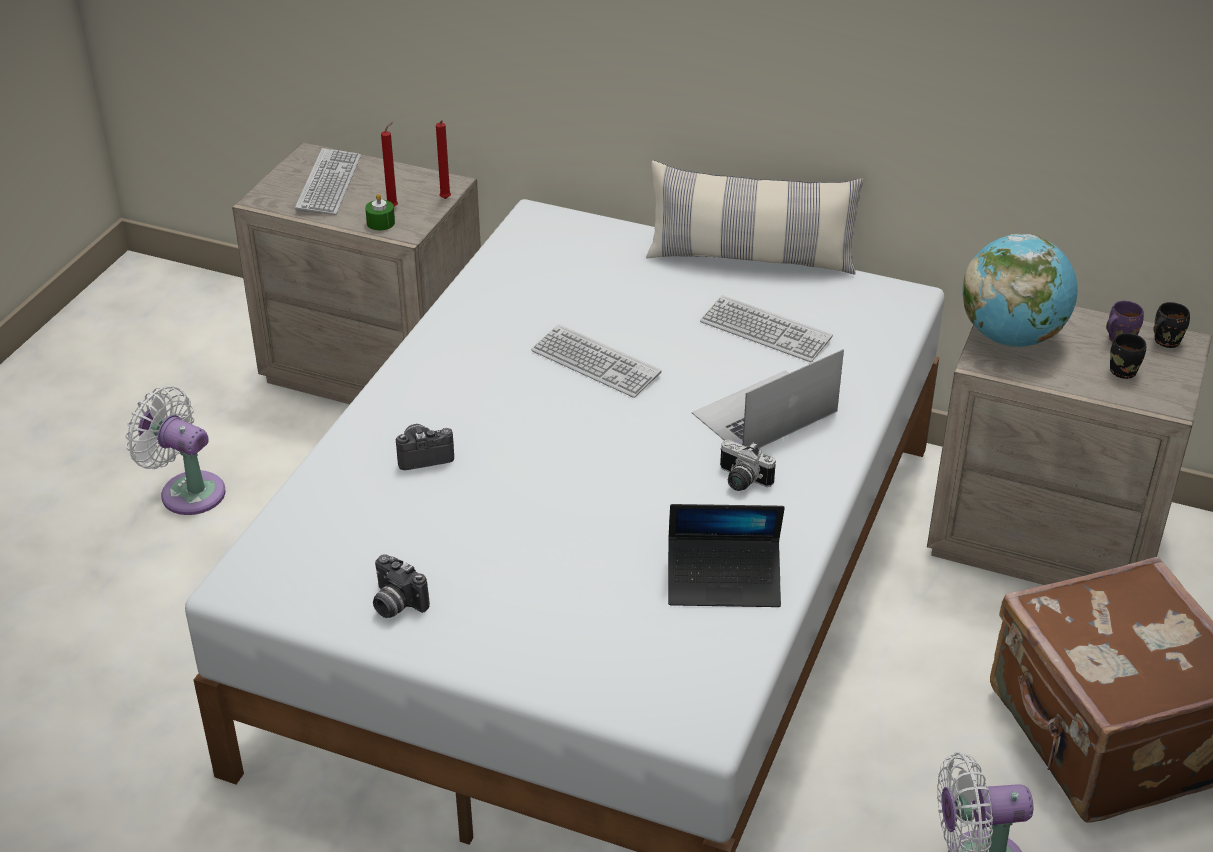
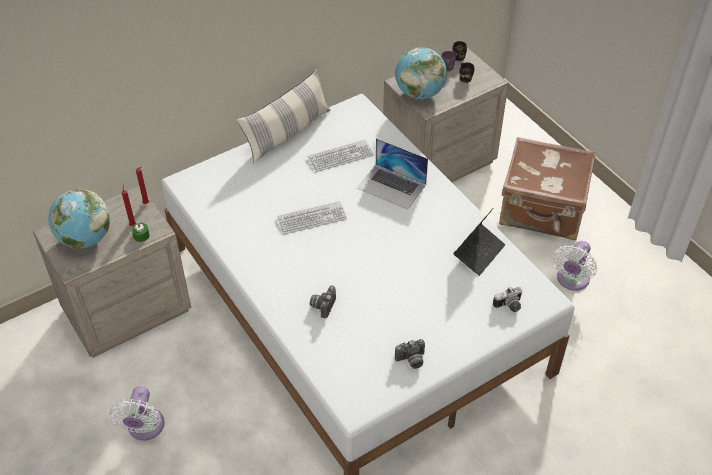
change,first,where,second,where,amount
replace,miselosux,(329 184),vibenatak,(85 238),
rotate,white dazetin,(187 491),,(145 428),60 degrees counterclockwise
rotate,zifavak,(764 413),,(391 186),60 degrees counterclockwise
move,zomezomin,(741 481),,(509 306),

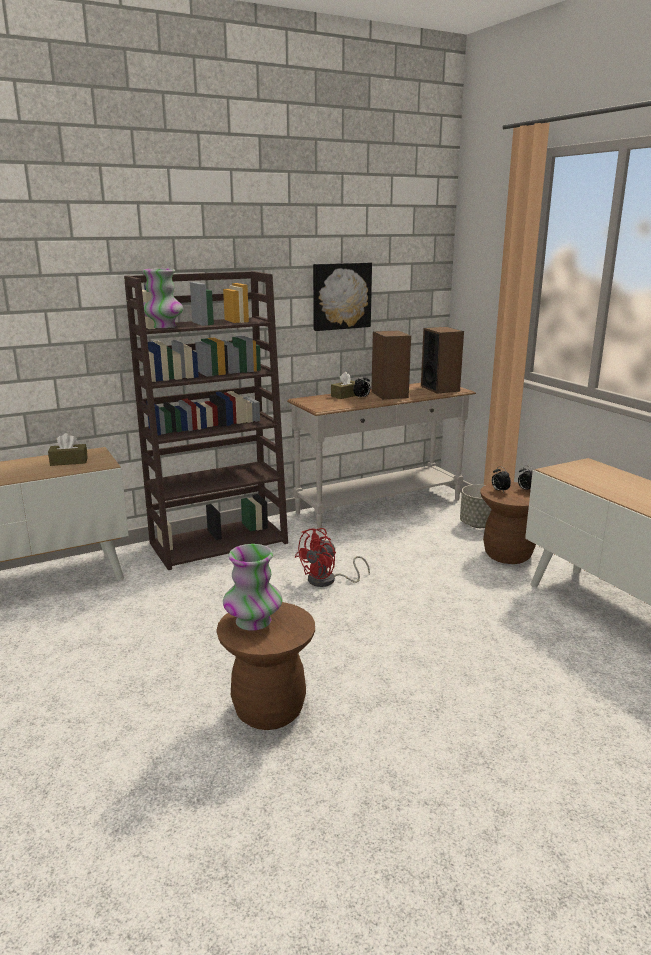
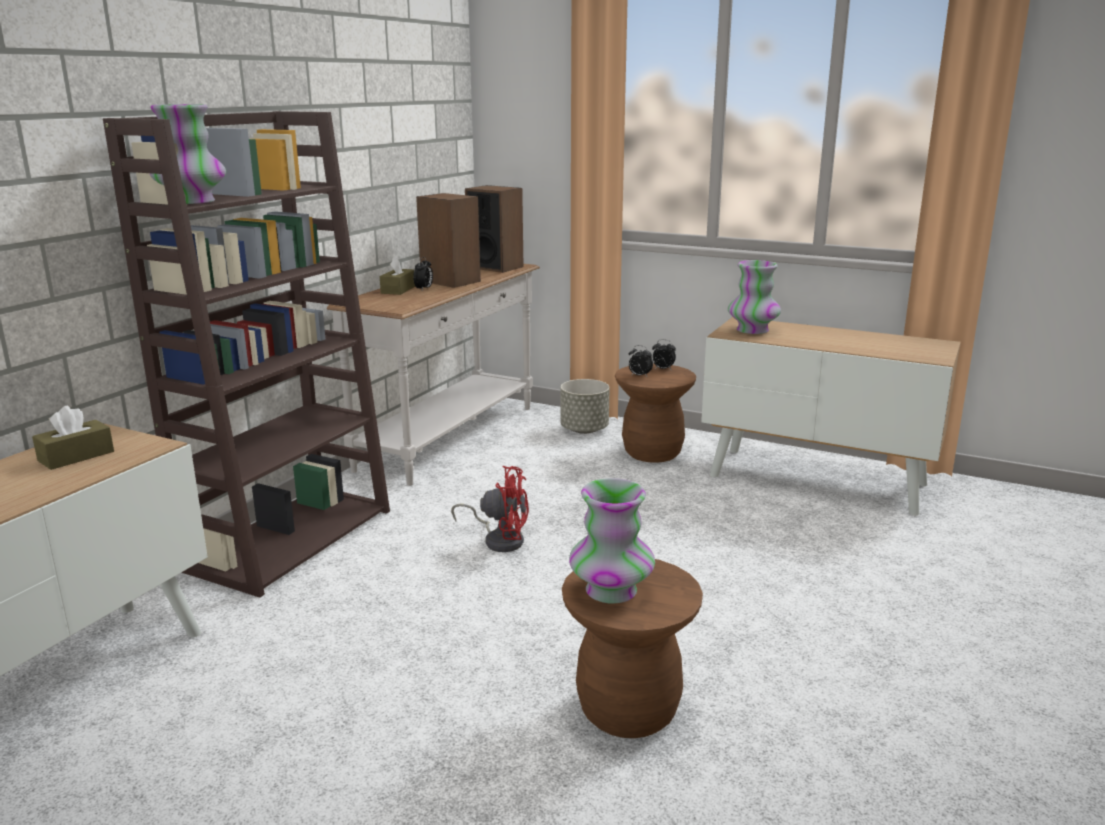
change,first,where,second,where,amount
rotate,red dazetin,(328 581),,(500 539),90 degrees counterclockwise
insert,,,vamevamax,(752 330),
delete,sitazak,(341 296),,,

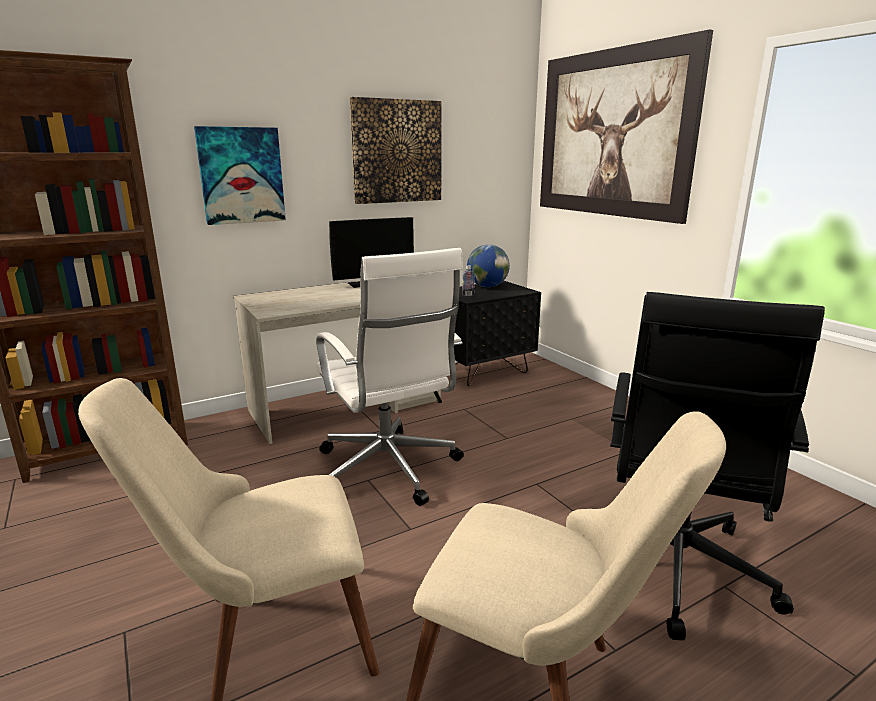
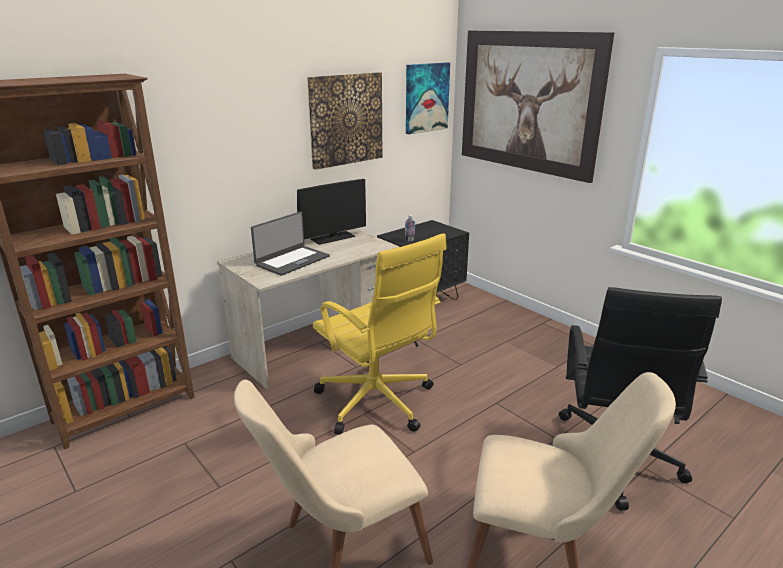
change,first,where,second,where,amount
insert,,,zifavak,(292 261),
recolor,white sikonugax,(388 470),yellow sikonugax,(377 403),
move,sitazak,(241 175),,(426 97),
delete,vibenatak,(487 286),,,

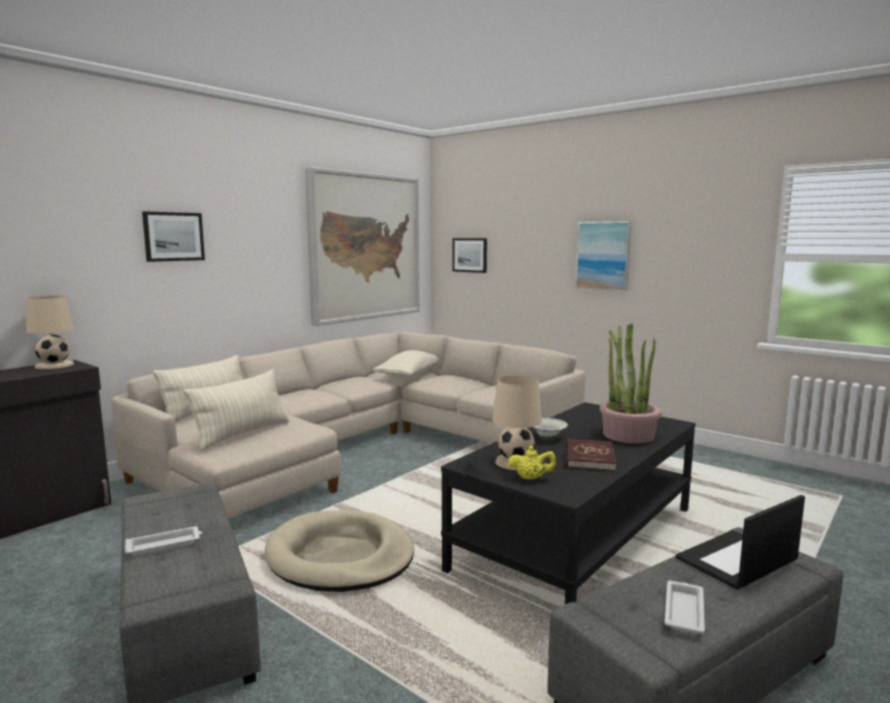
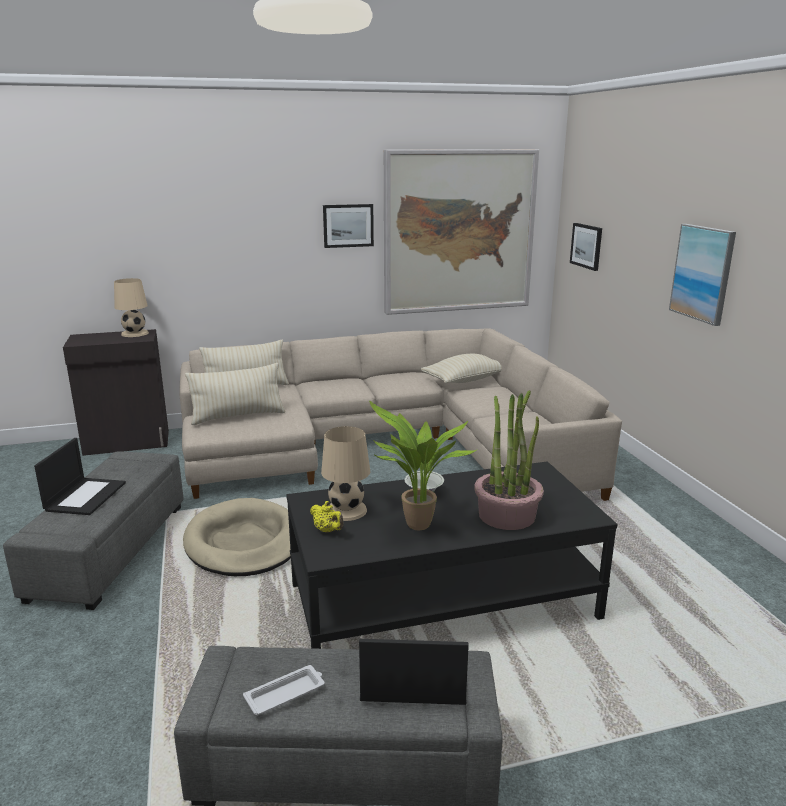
change,first,where,second,where,amount
replace,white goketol,(165 544),zifavak,(85 496),
move,sitazak,(173 236),,(348 225),
replace,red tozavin,(589 457),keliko,(416 527),

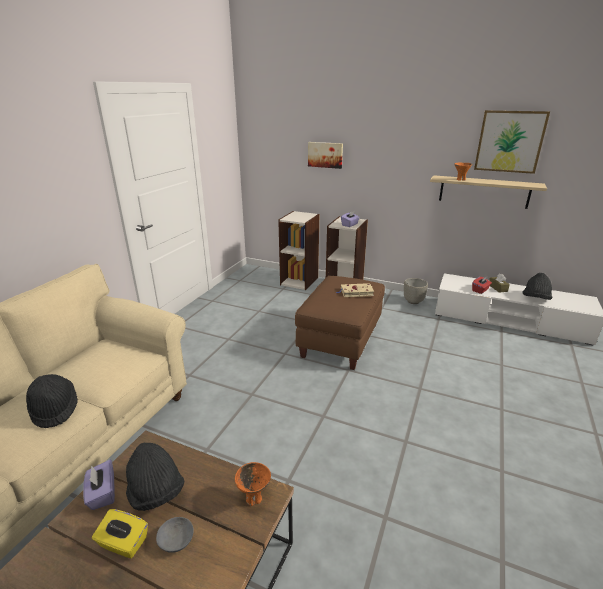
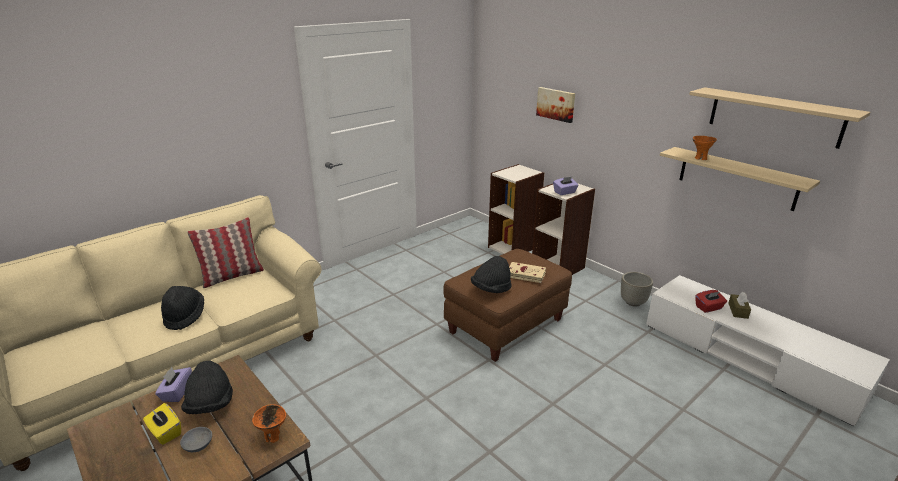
change,first,where,second,where,amount
insert,,,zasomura,(232 276),
move,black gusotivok,(535 299),,(491 289),
replace,sitazak,(509 141),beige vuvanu,(774 117),

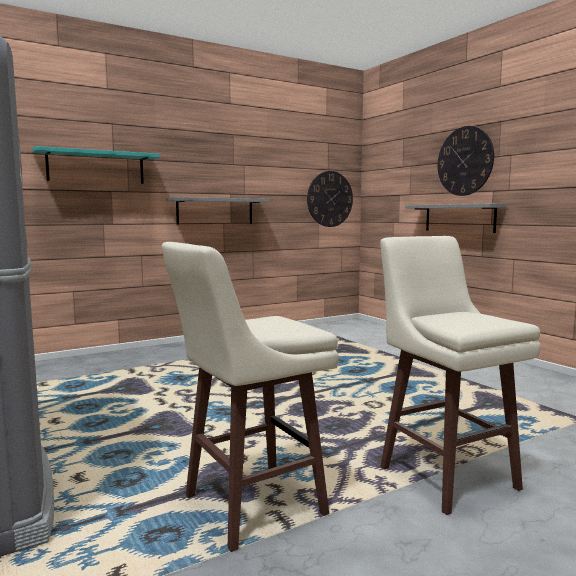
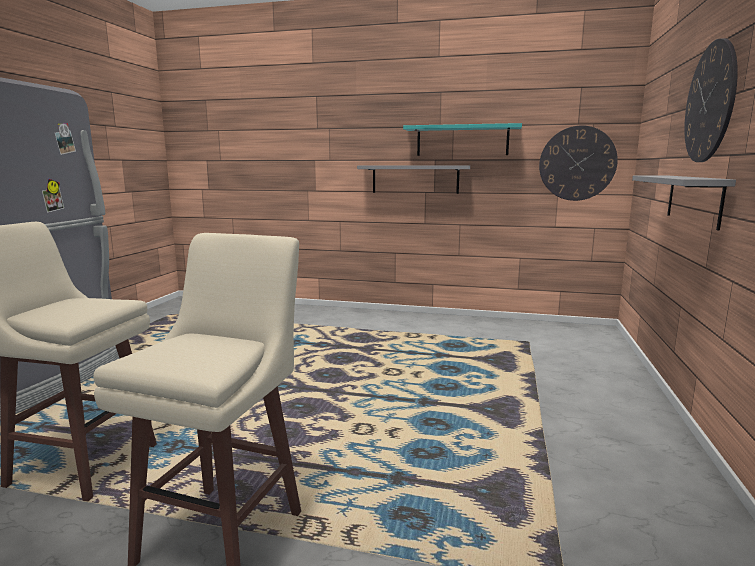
change,first,where,second,where,amount
move,turquoise vuvanu,(96 167),,(462 140),

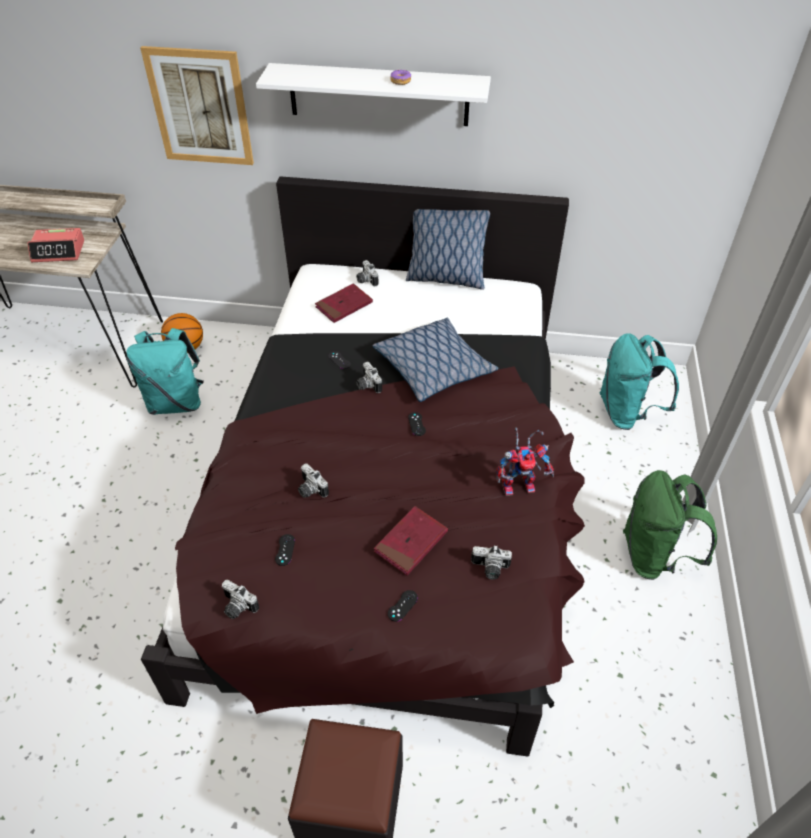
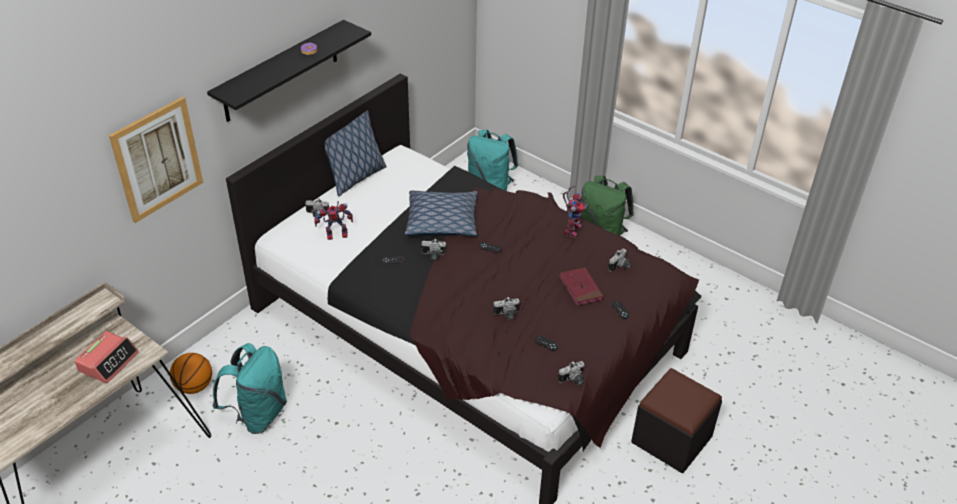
change,first,where,second,where,amount
recolor,white vuvanu,(378 95),black vuvanu,(281 71),
replace,red tozavin,(344 305),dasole,(335 236),

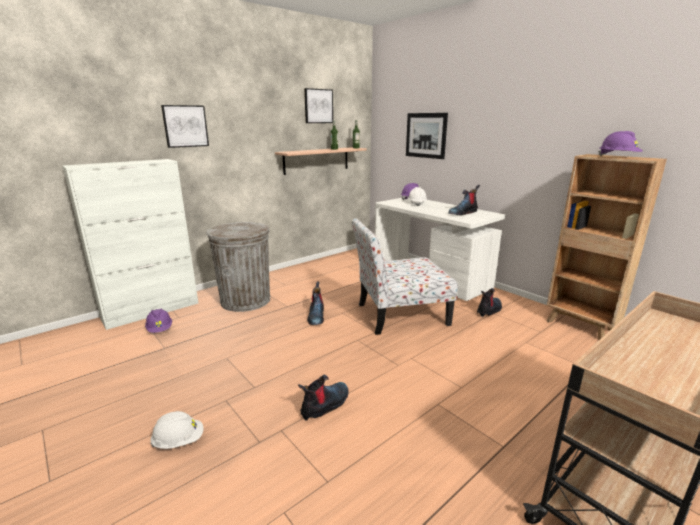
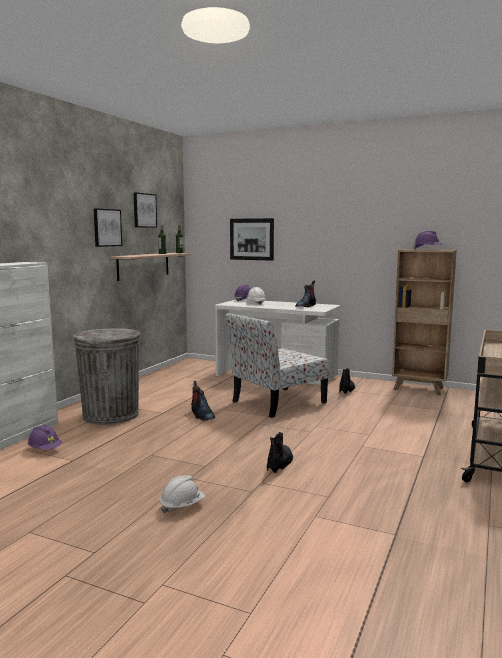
change,first,where,second,where,amount
move,sitazak,(185 126),,(107 227),

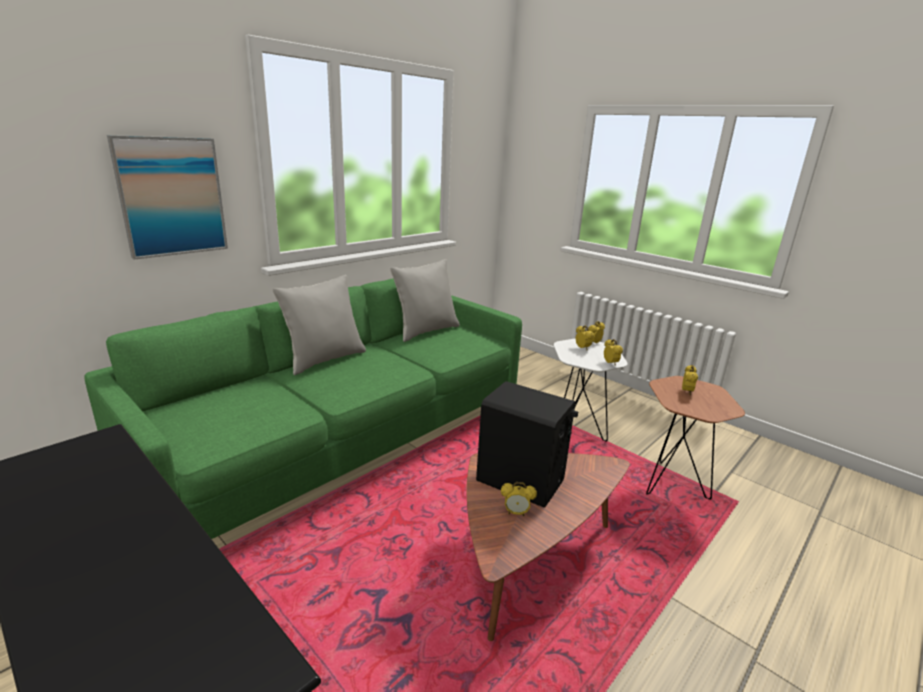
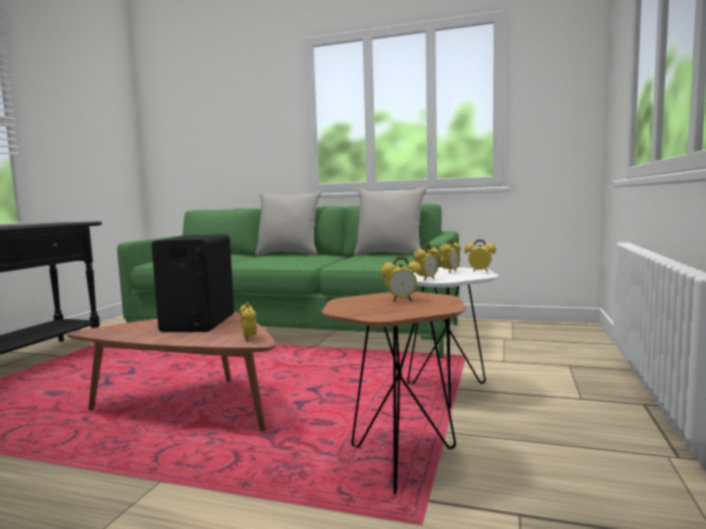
change,first,where,second,where,amount
move,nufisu,(516 513),,(249 338),
delete,sitazak,(171 197),,,

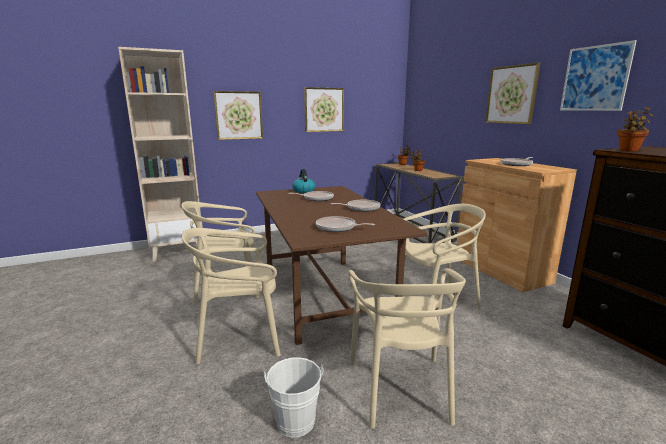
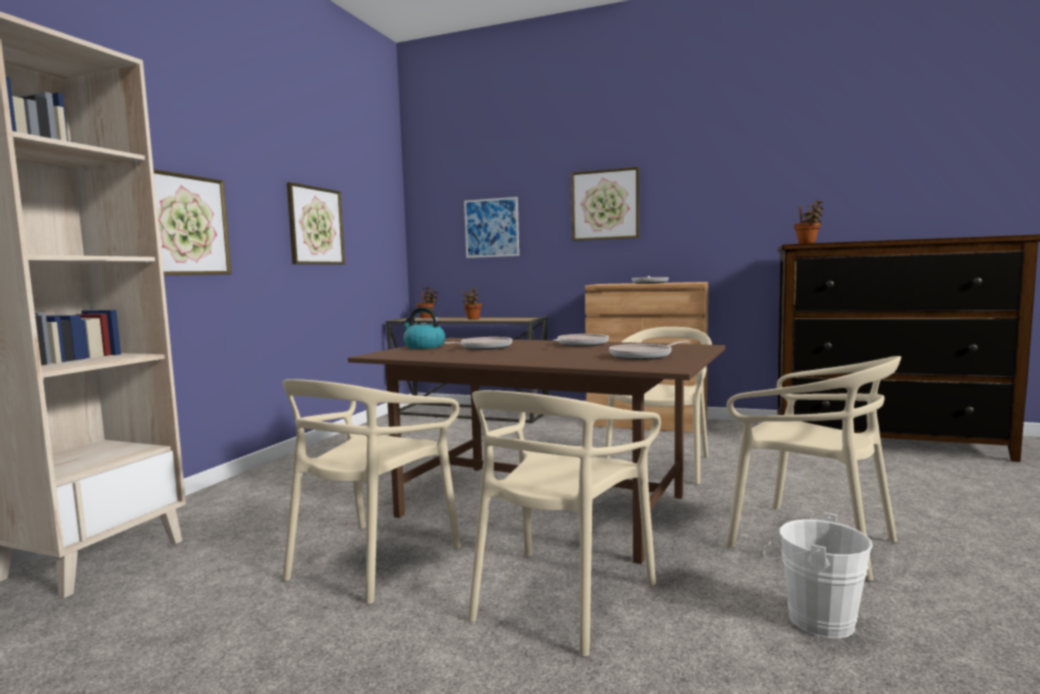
change,first,where,second,where,amount
move,sitazak,(595 78),,(491 228),

